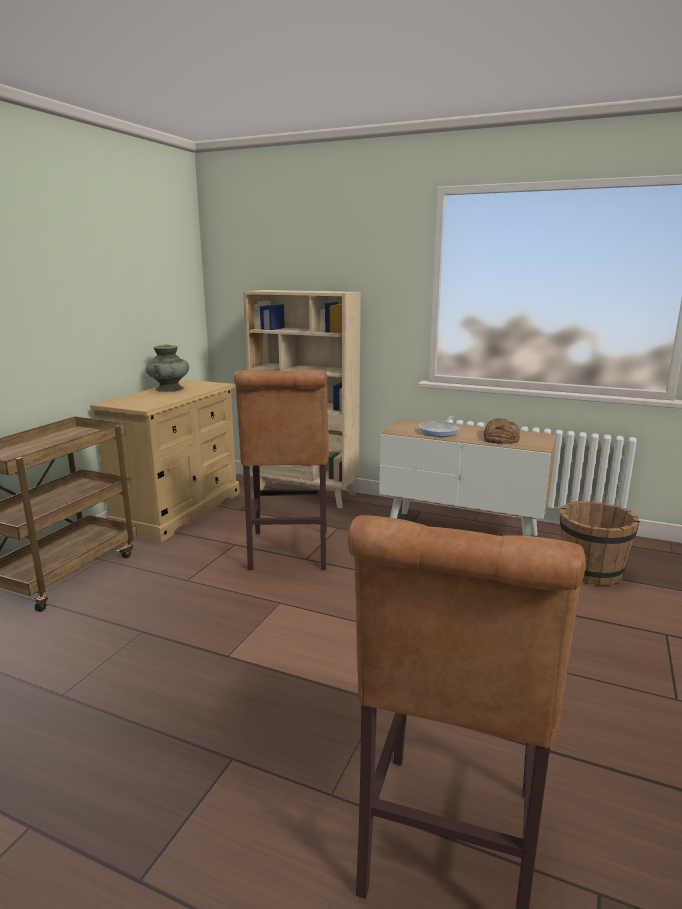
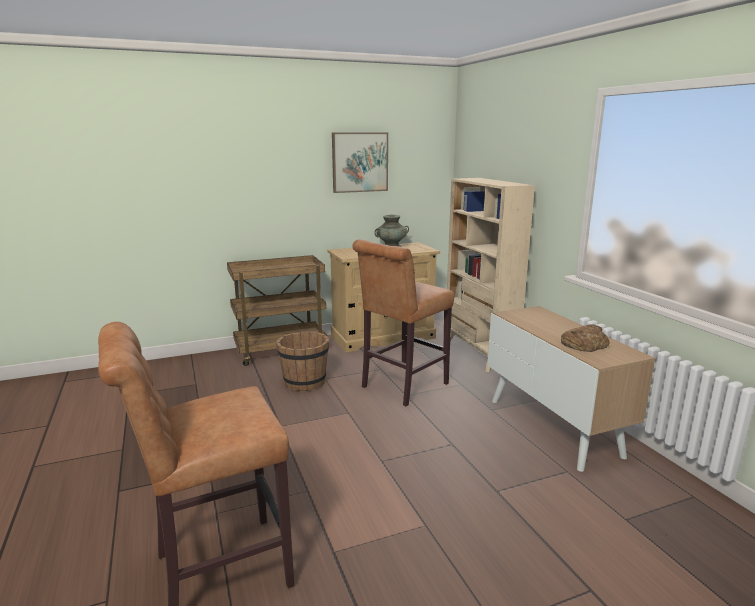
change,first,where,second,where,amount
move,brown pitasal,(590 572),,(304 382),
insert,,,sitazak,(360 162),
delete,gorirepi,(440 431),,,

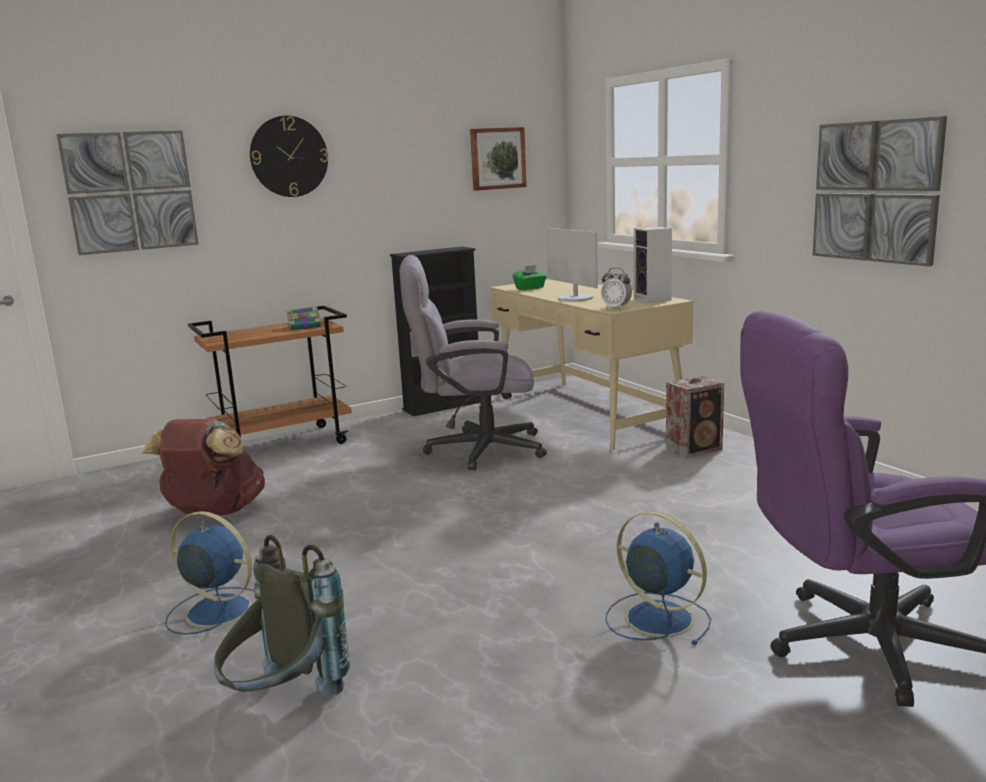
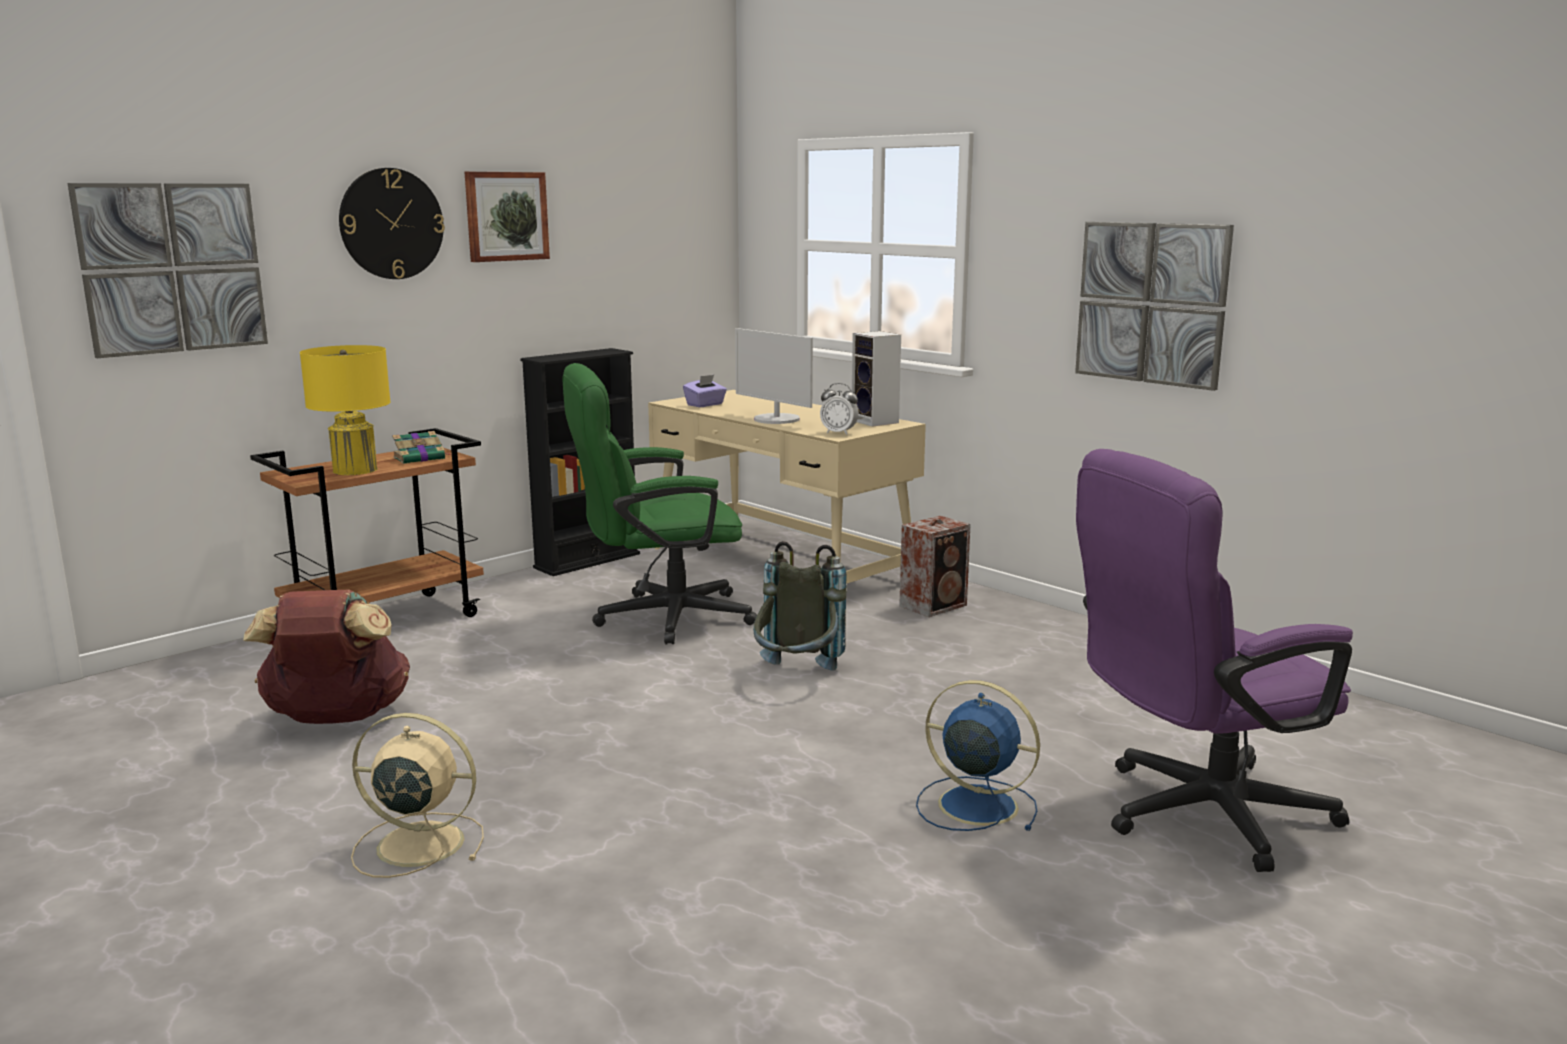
change,first,where,second,where,amount
insert,,,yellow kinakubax,(355 470),
recolor,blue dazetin,(216 610),beige dazetin,(416 844),
move,sitazak,(497 158),,(506 216),
recolor,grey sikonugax,(474 450),green sikonugax,(659 618),
recolor,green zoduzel,(530 288),purple zoduzel,(705 405),
move,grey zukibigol,(284 702),,(796 677),

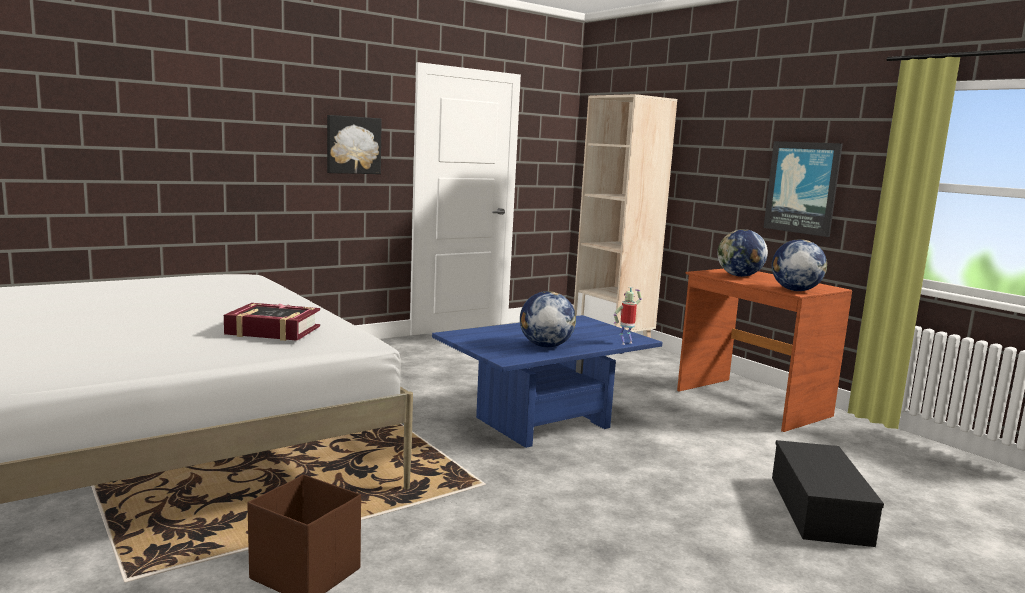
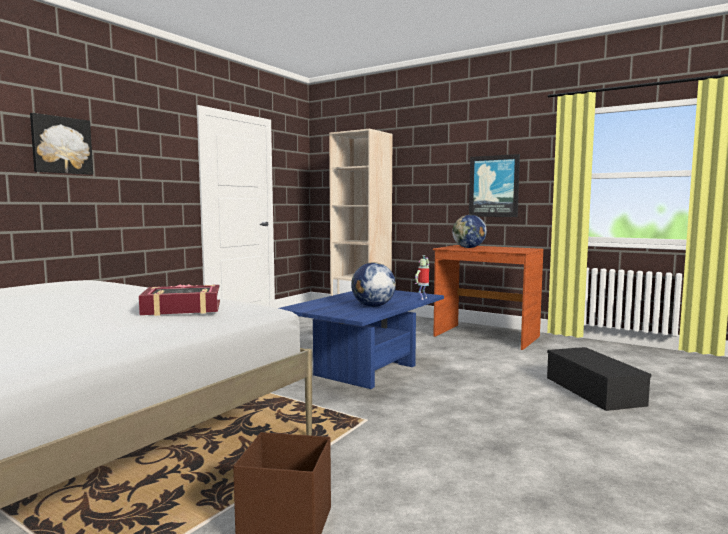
change,first,where,second,where,amount
move,sitazak,(353 145),,(61 145),
delete,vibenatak,(795 290),,,

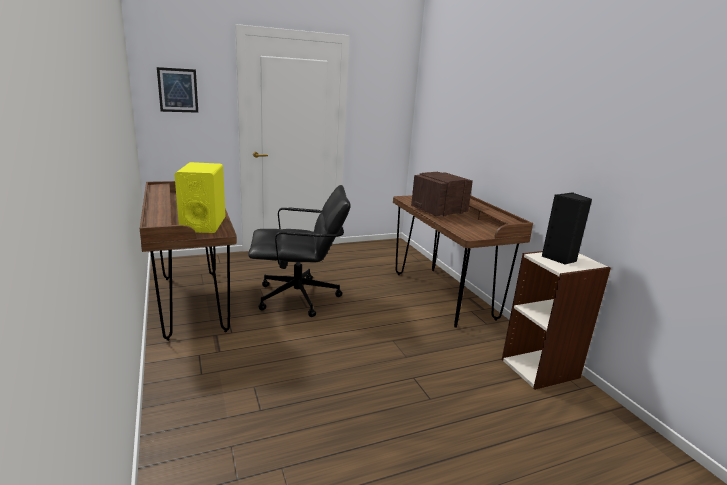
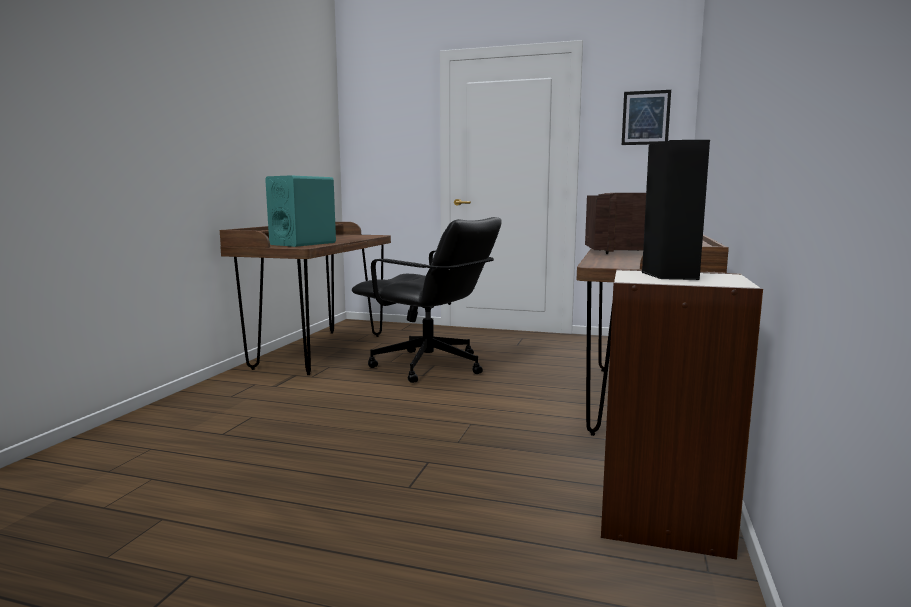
change,first,where,second,where,amount
recolor,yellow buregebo,(203 224),turquoise buregebo,(303 244),
move,sitazak,(178 90),,(645 118),

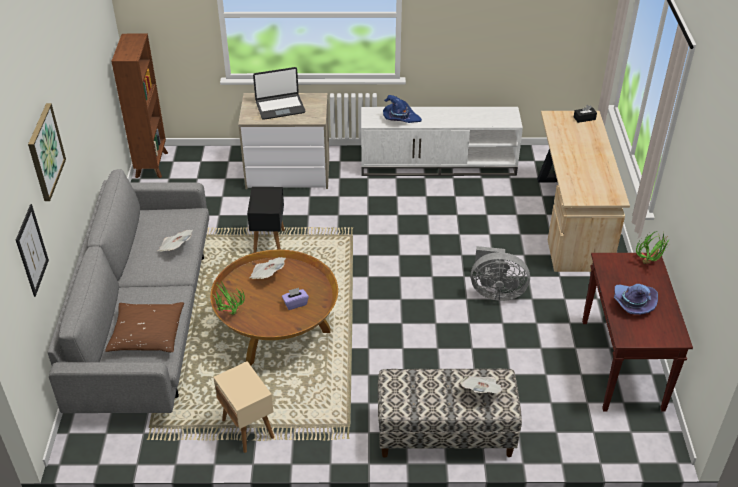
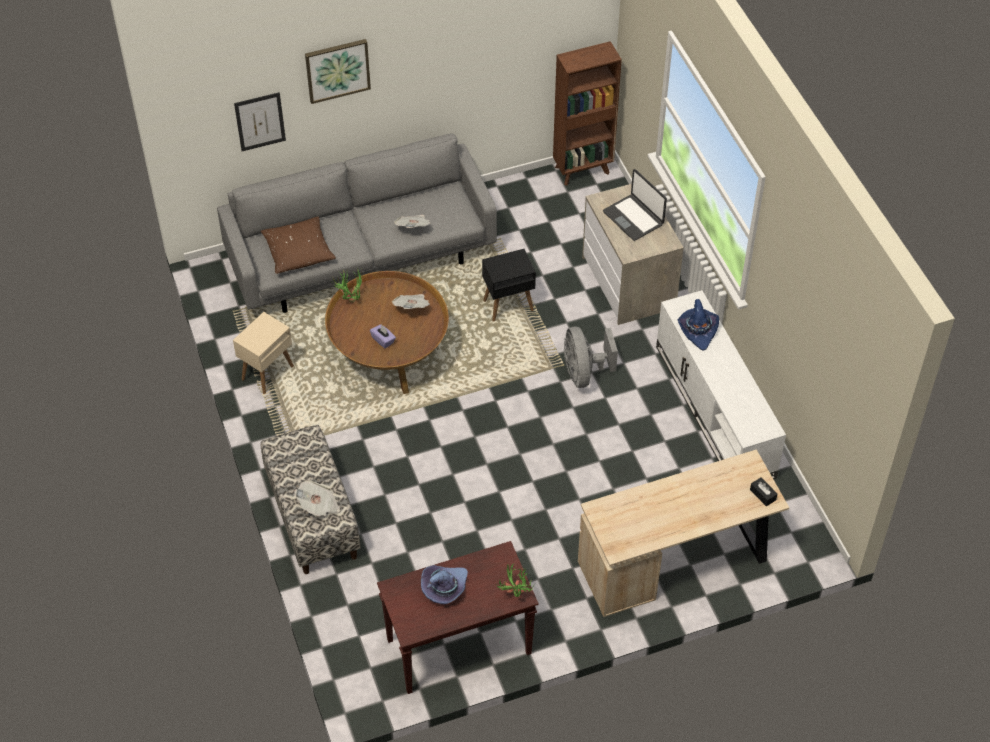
change,first,where,second,where,amount
move,grey dazetin,(495 292),,(584 373),

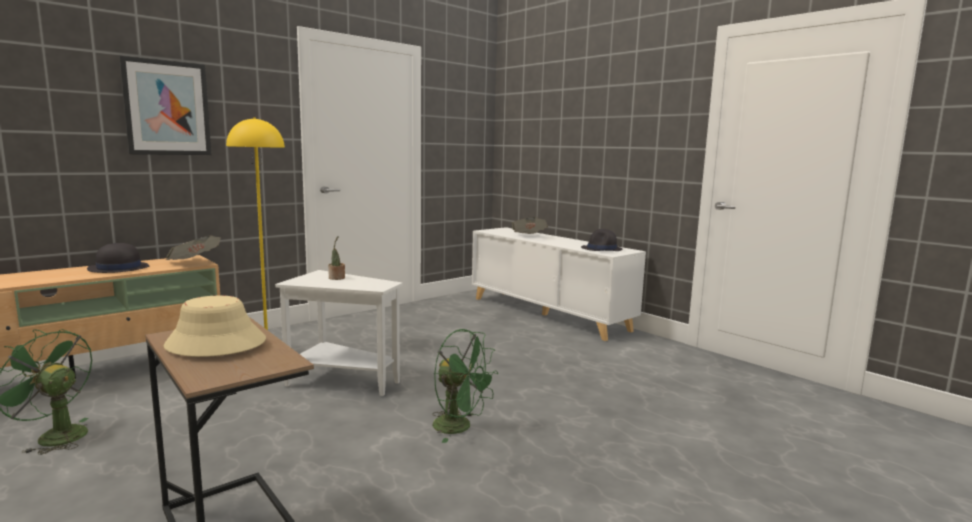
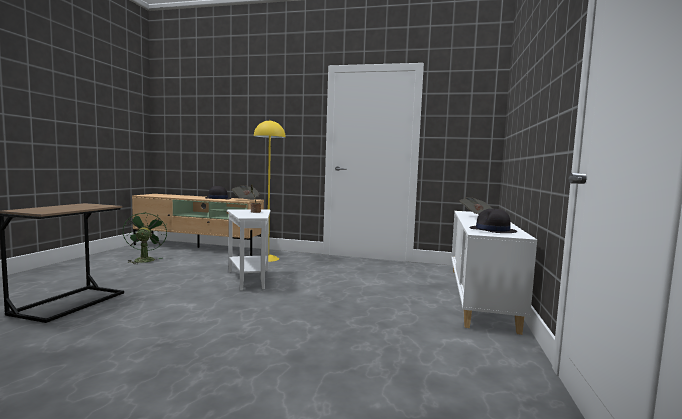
change,first,where,second,where,amount
delete,sitazak,(167 108),,,
delete,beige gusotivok,(215 343),,,
delete,green dazetin,(460 427),,,

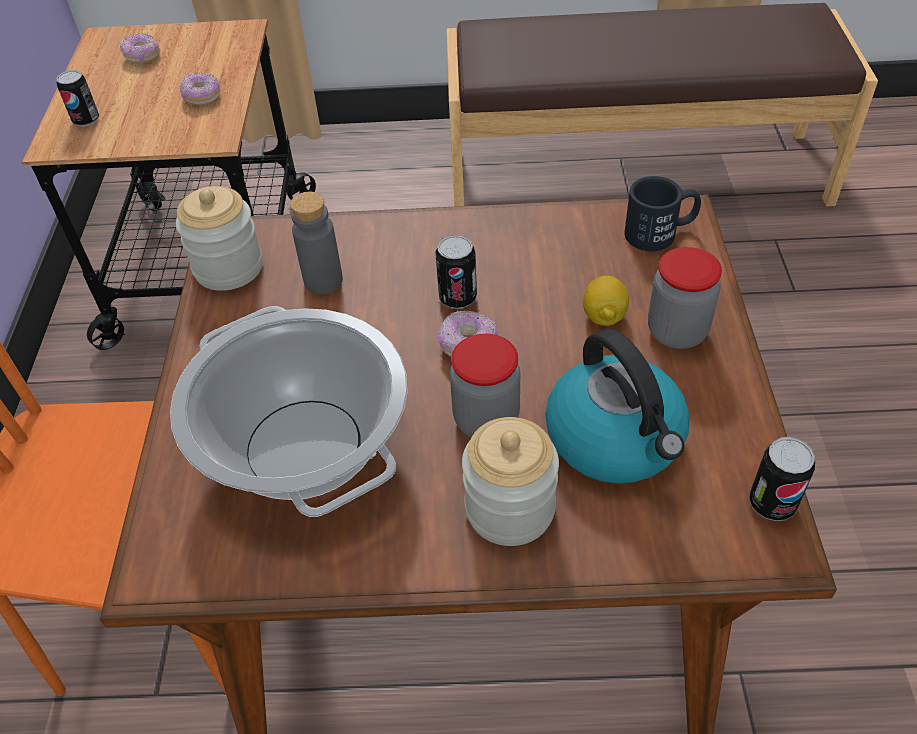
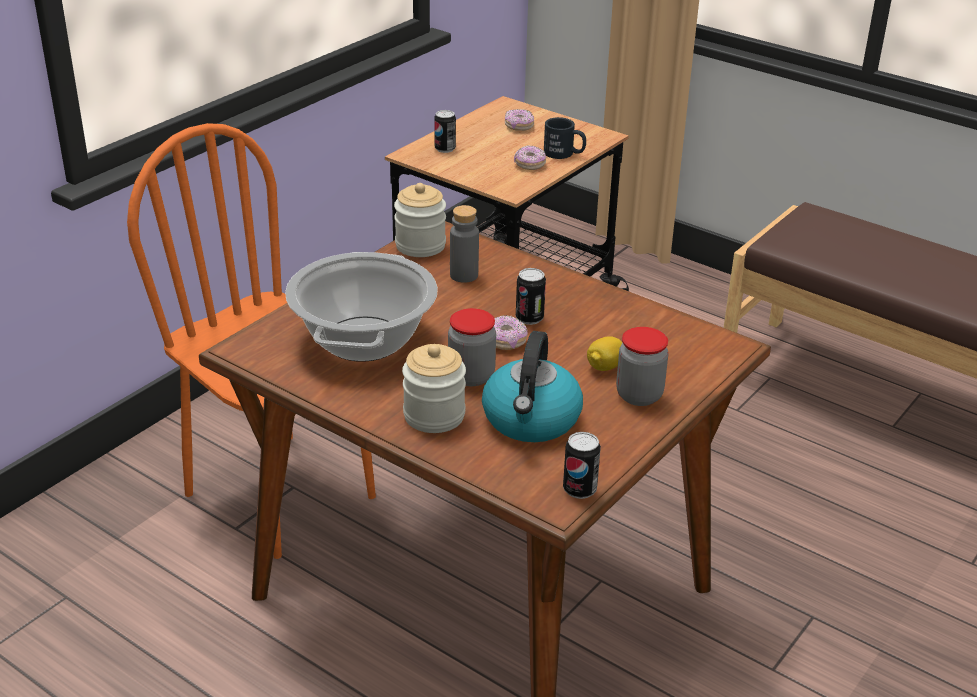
change,first,where,second,where,amount
move,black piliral,(660 232),,(564 154),

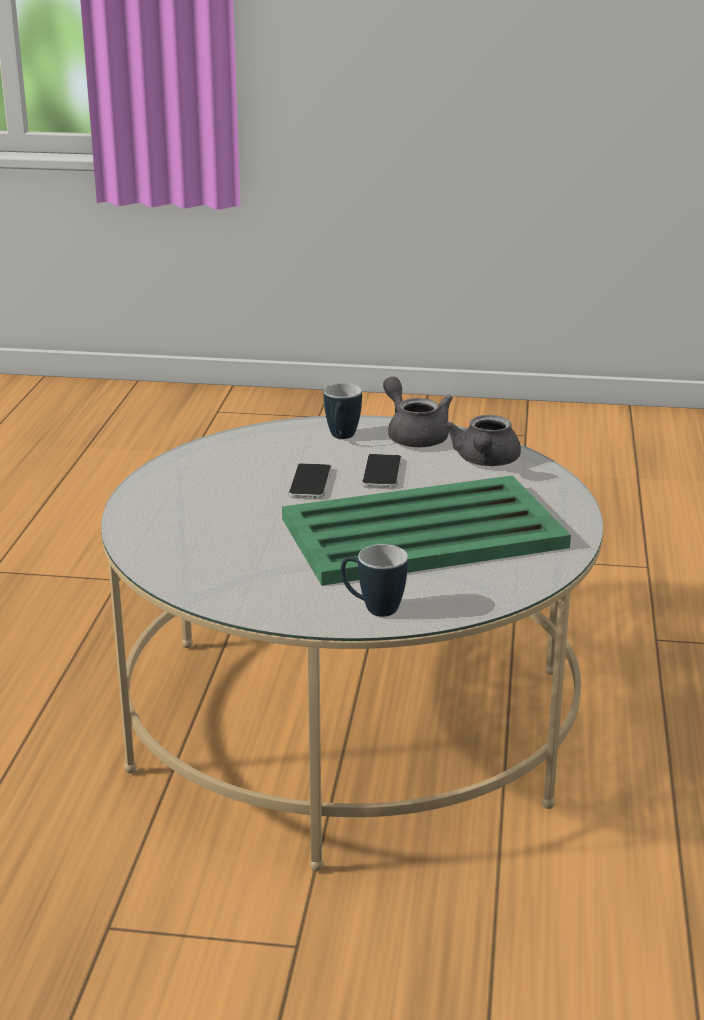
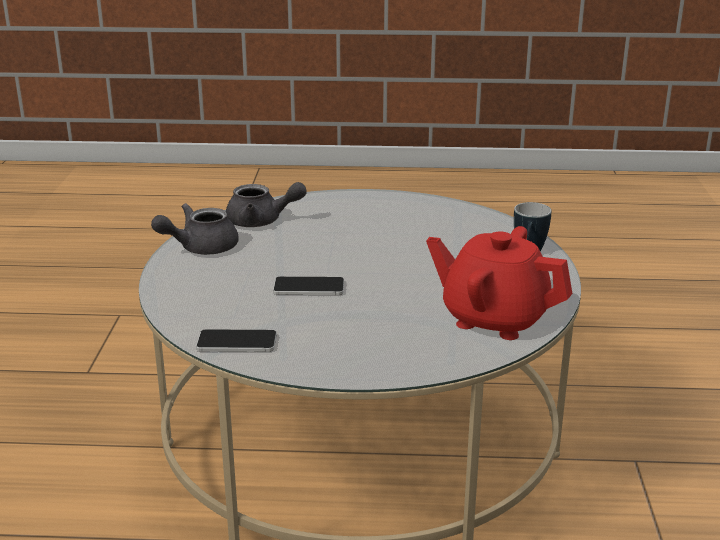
change,first,where,second,where,amount
move,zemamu,(382 472),,(237 342),
insert,,,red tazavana,(494 319),
delete,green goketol,(426 533),,,
delete,piliral,(341 438),,,

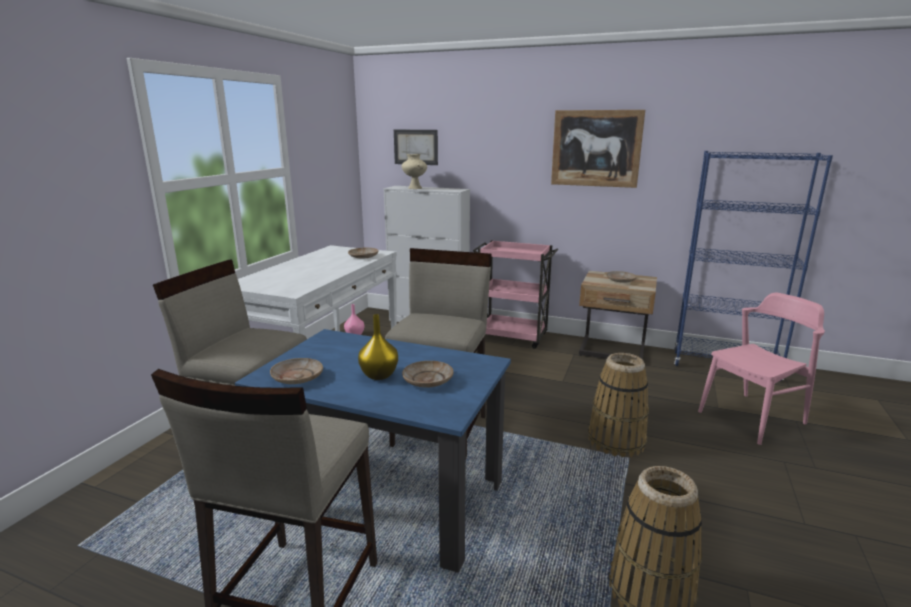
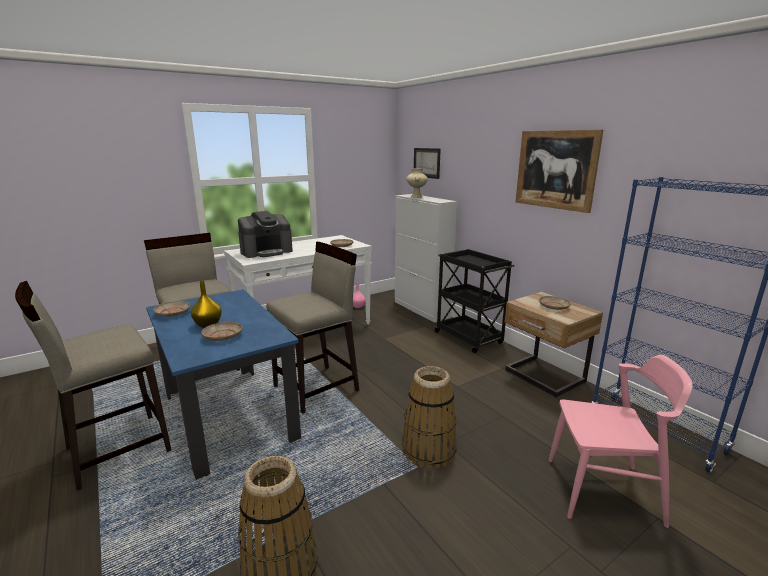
change,first,where,second,where,amount
insert,,,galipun,(266 251),
recolor,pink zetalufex,(512 337),black zetalufex,(469 338),

